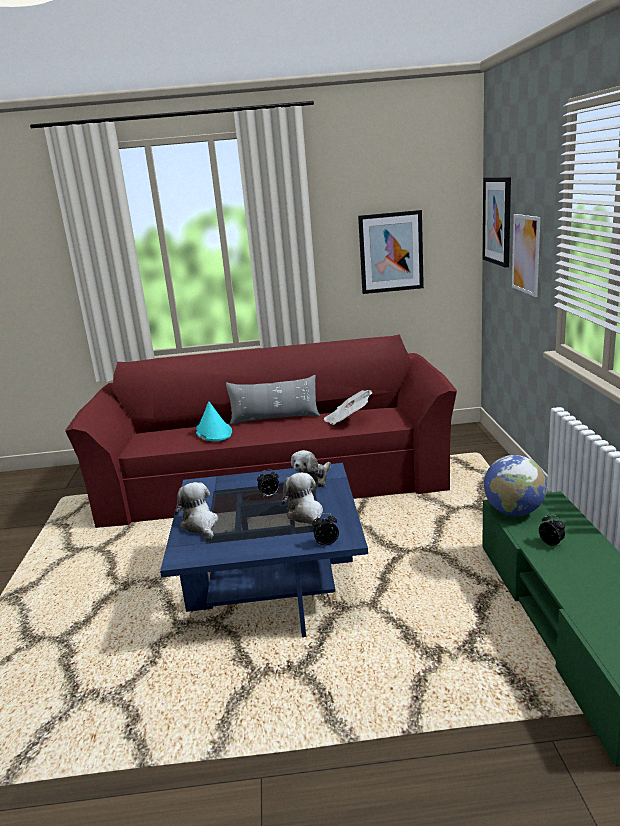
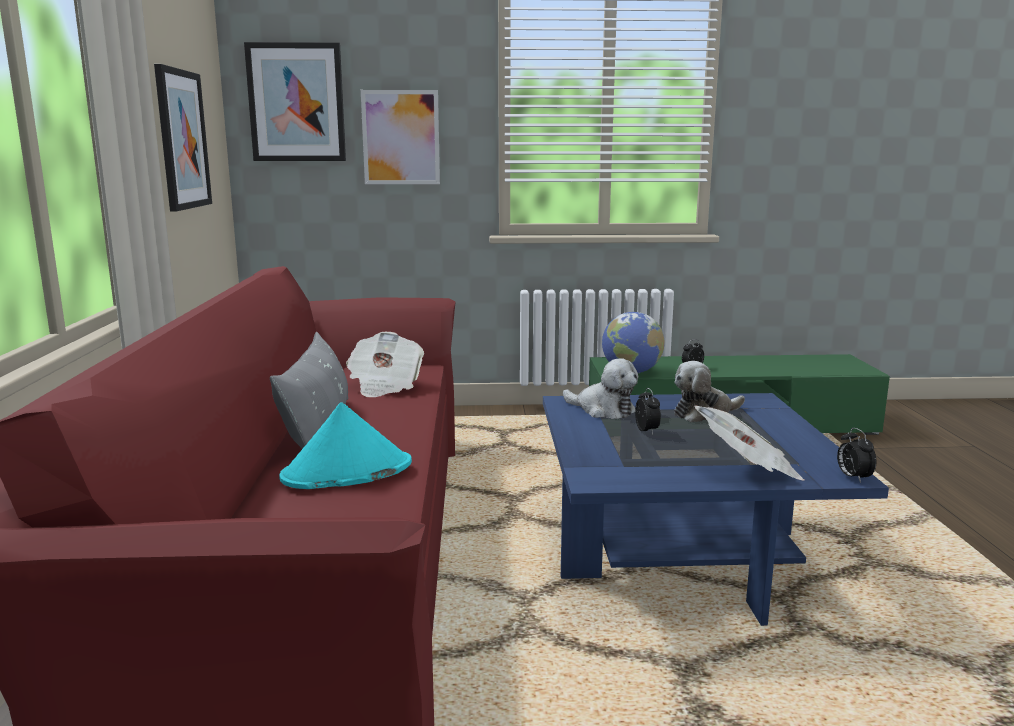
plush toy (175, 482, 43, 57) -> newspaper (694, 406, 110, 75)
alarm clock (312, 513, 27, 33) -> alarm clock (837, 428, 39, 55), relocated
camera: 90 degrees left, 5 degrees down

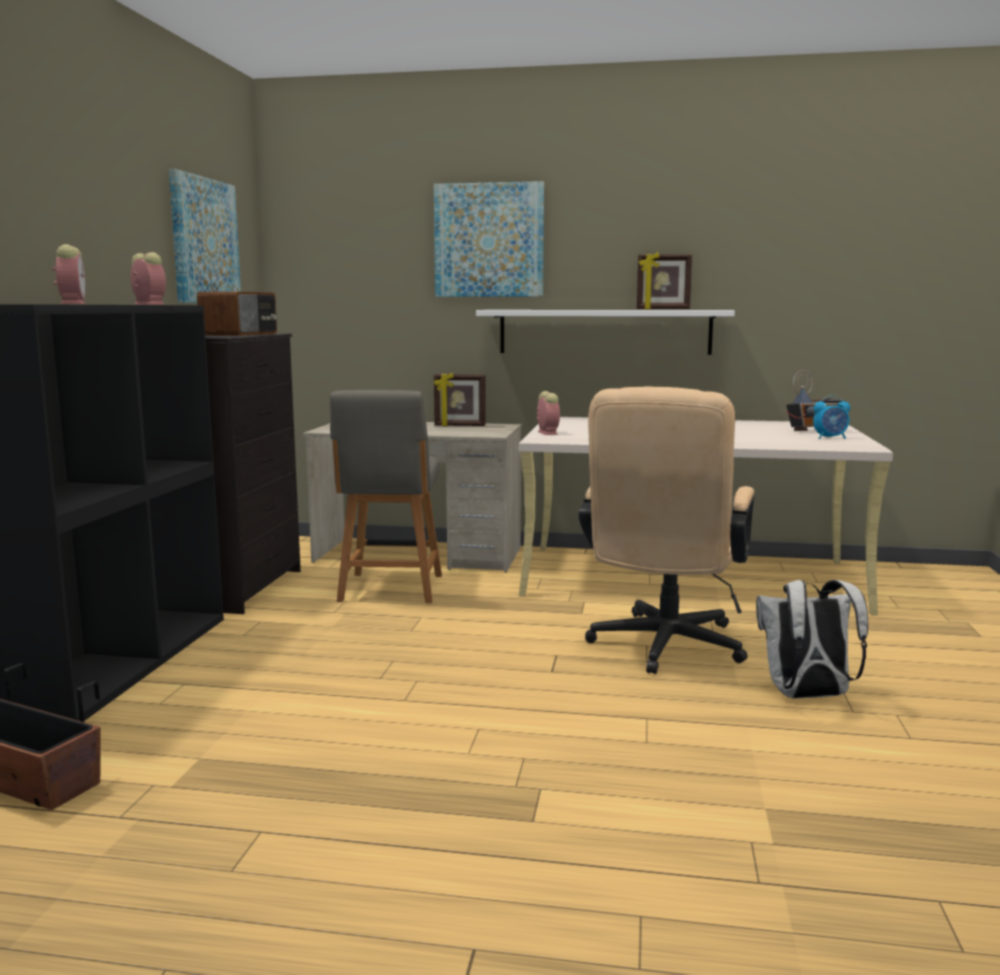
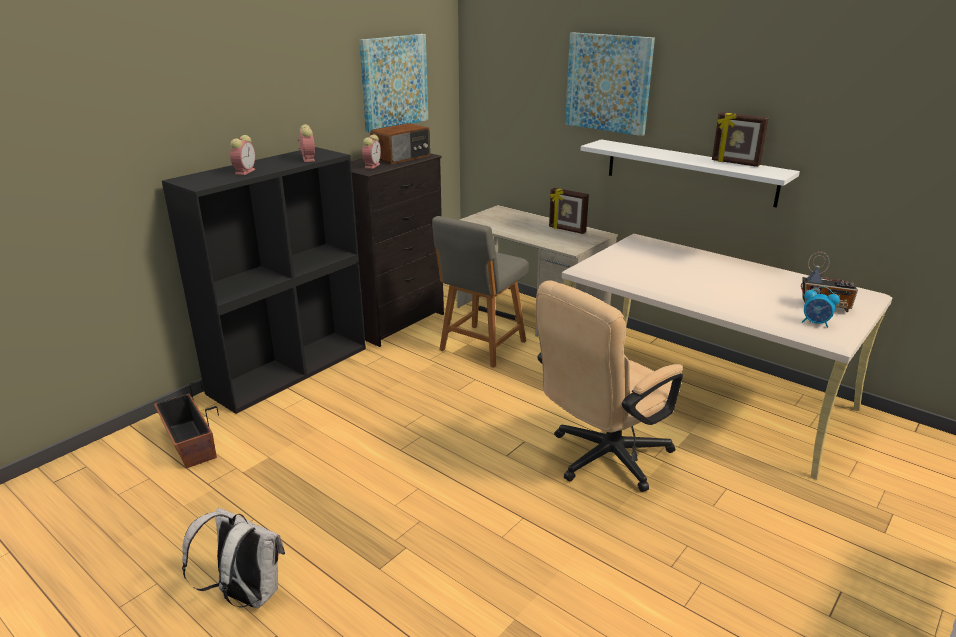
white backpack (756, 580, 112, 119) -> white backpack (182, 508, 103, 100), relocated
alarm clock (537, 391, 23, 44) -> alarm clock (362, 134, 19, 35), relocated
camera: 30 degrees right, 15 degrees up

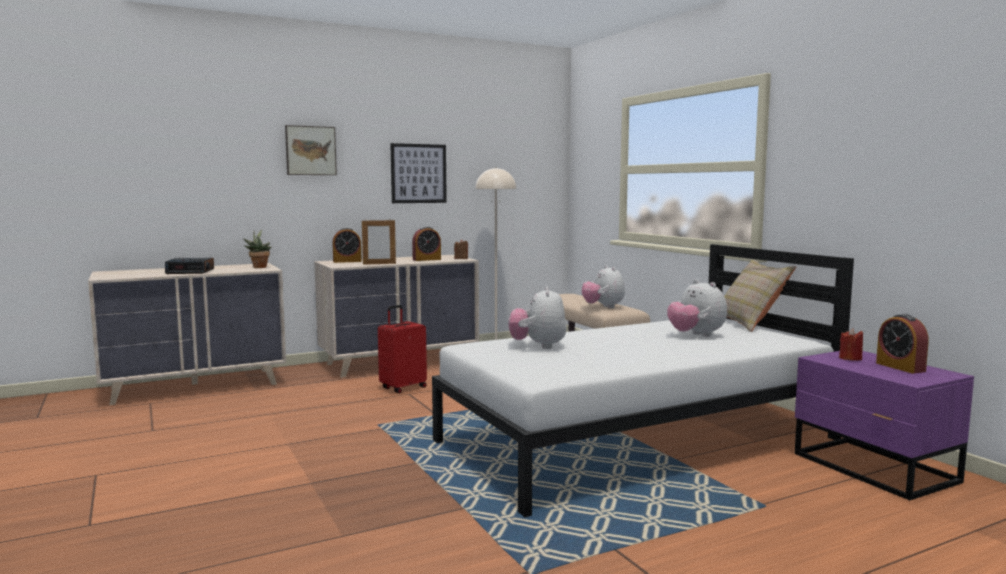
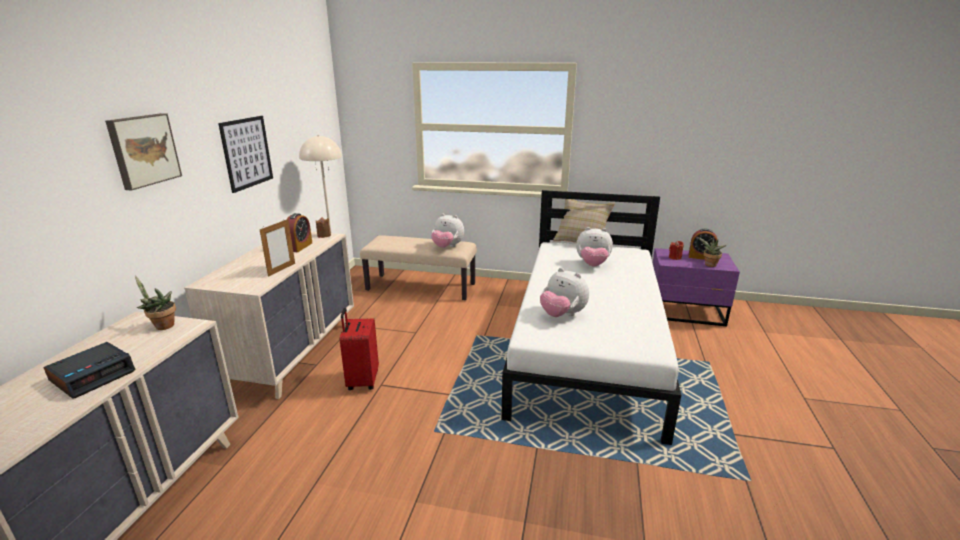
none -> potted plant (697, 236, 30, 31)
alarm clock (333, 227, 29, 36) -> none
camera: 50 degrees left, 15 degrees up

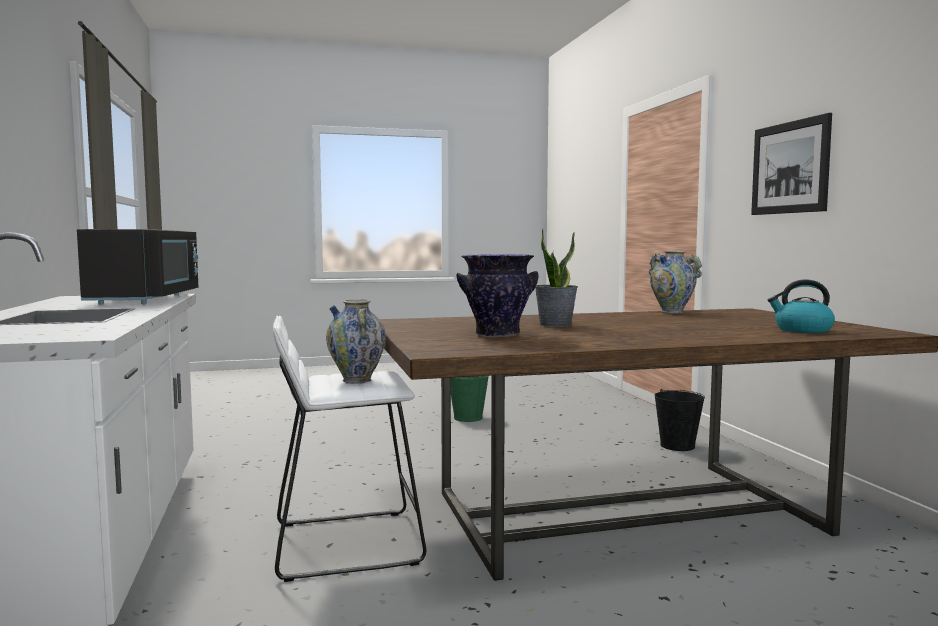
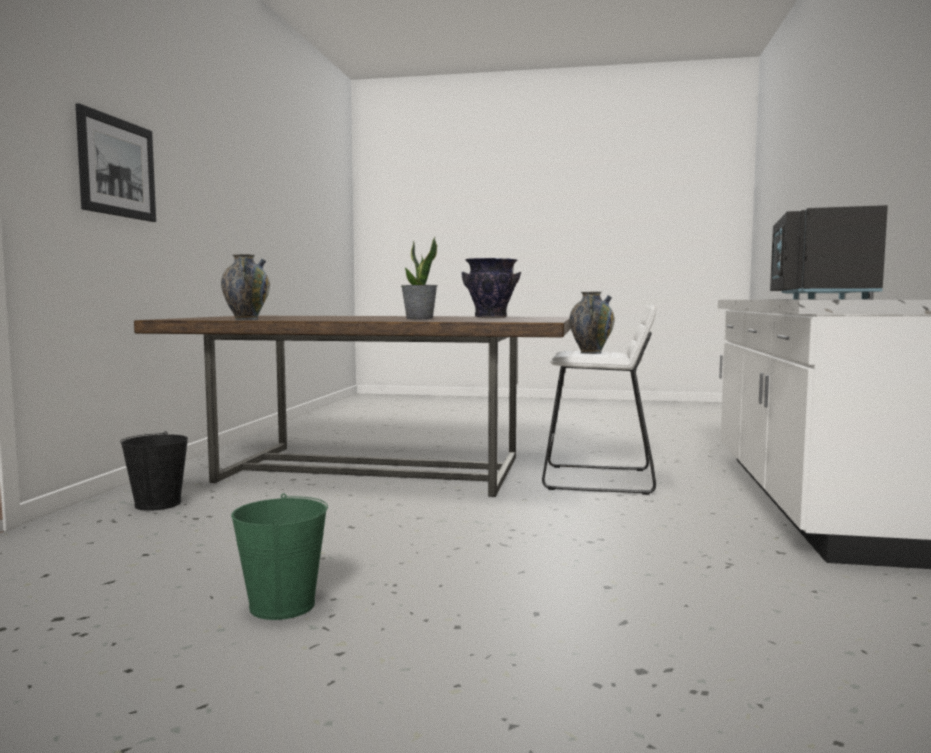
kettle (768, 279, 67, 54) -> none
camera: 155 degrees left, 0 degrees up

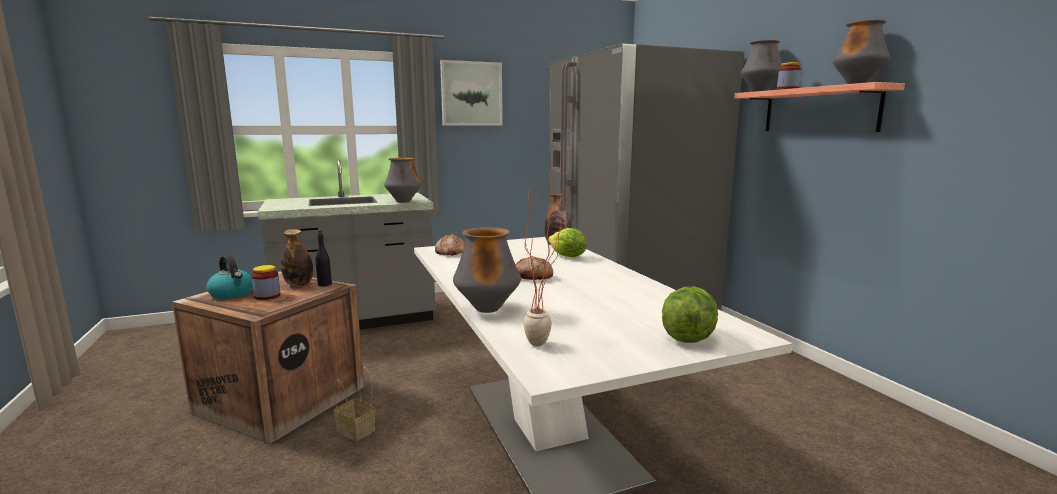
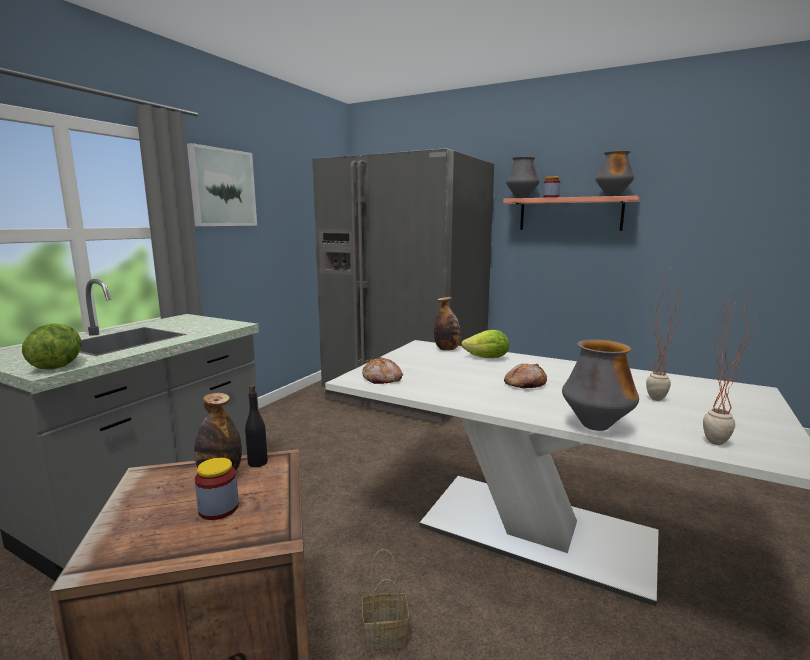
lettuce (662, 286, 56, 57) -> lettuce (22, 323, 60, 47), relocated
none -> potted plant (646, 271, 38, 130)
kettle (206, 255, 47, 44) -> none
vase (384, 158, 38, 45) -> none
camera: 40 degrees left, 0 degrees up

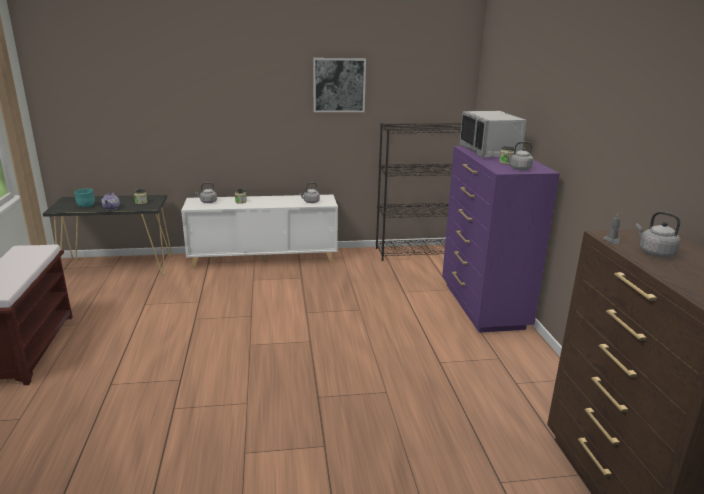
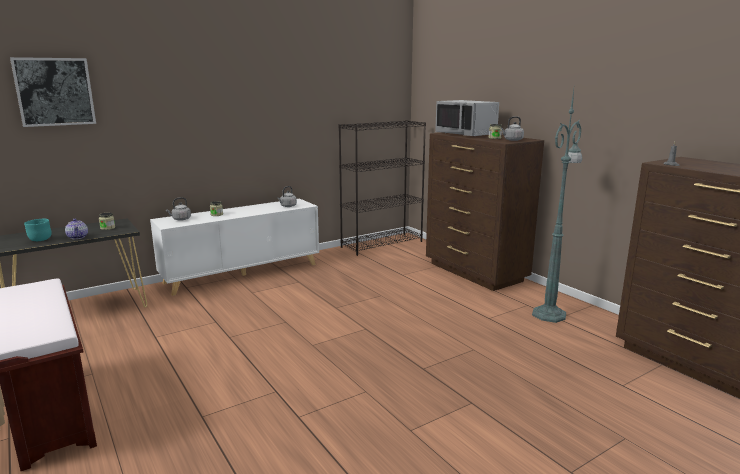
picture (313, 58, 53, 54) -> picture (10, 57, 86, 70), relocated
purple dresser (442, 146, 118, 187) -> brown dresser (426, 132, 118, 159)
none -> green floor lamp (532, 89, 50, 234)
grey kettle (636, 211, 45, 46) -> none
camera: 25 degrees left, 5 degrees down

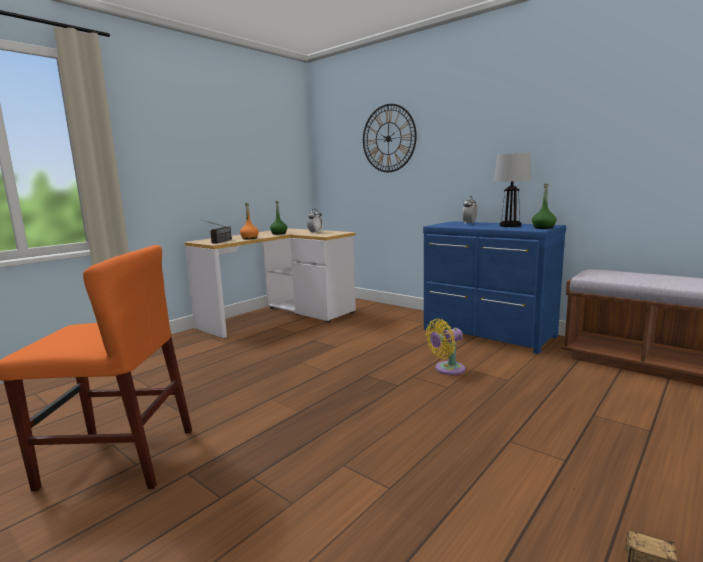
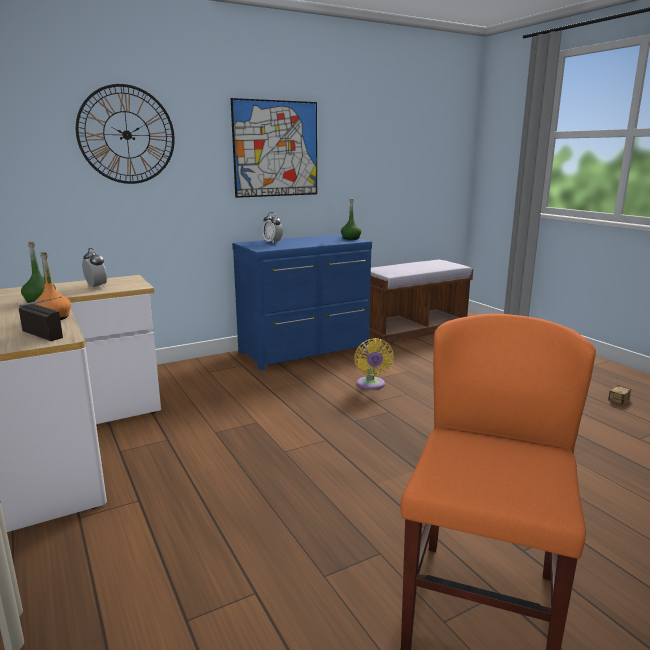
none -> picture (231, 98, 86, 100)
table lamp (494, 153, 37, 74) -> none
camera: 70 degrees left, 5 degrees up

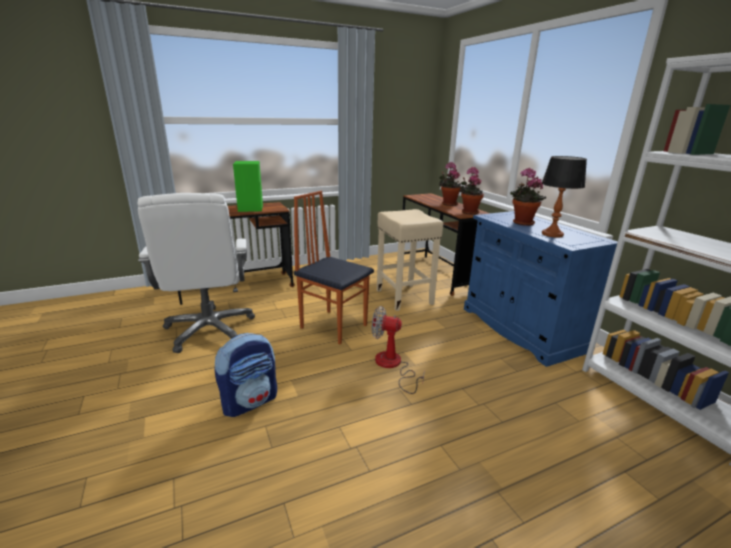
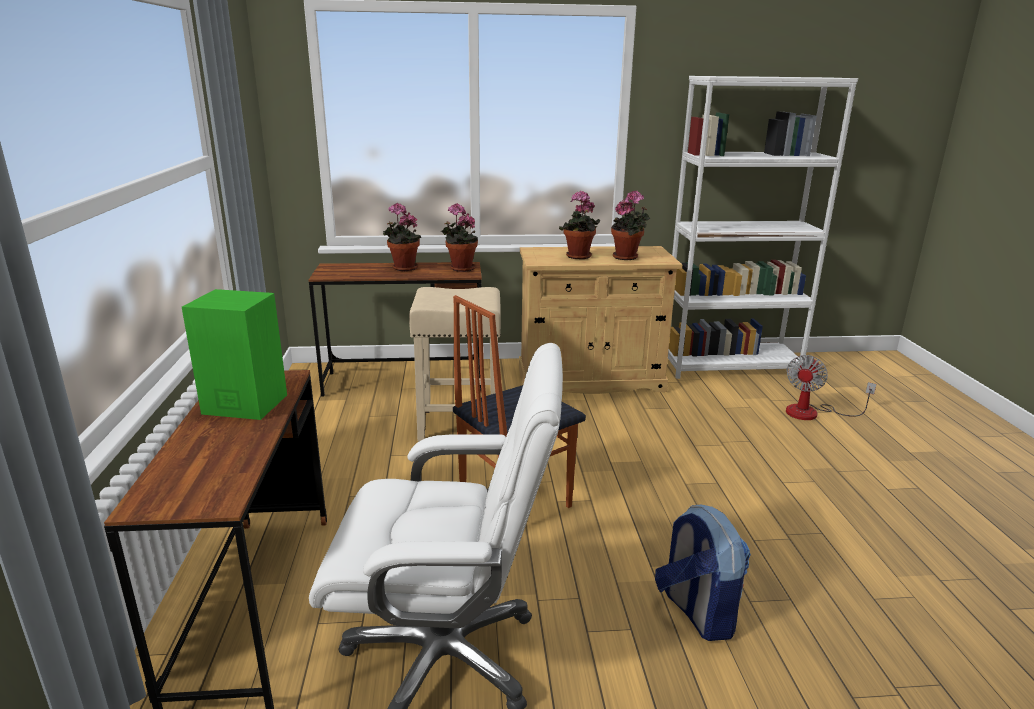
blue cabinet (464, 211, 154, 156) -> beige cabinet (519, 246, 163, 148)
table lamp (542, 156, 45, 82) -> potted plant (611, 191, 39, 69)
fan (372, 306, 53, 88) -> fan (786, 355, 90, 65), relocated
camera: 70 degrees left, 0 degrees up

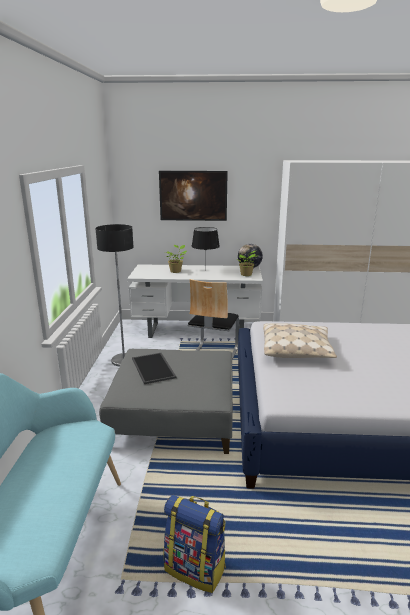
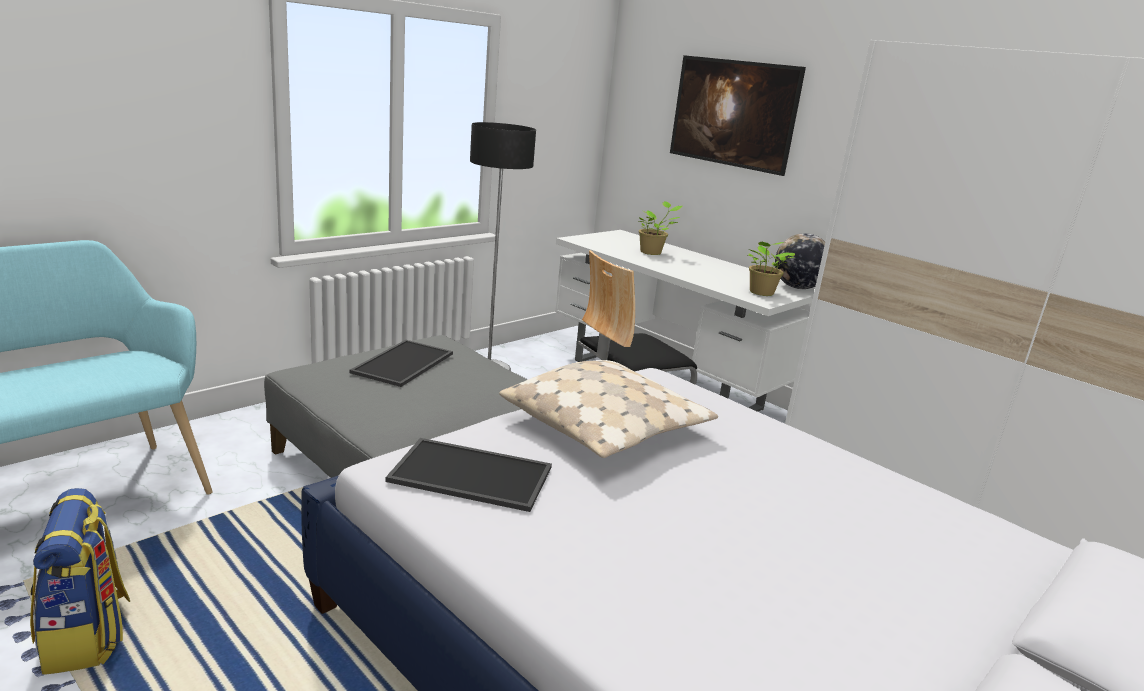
none -> tray (386, 438, 166, 74)
black table lamp (192, 227, 28, 44) -> none
camera: 40 degrees right, 0 degrees up

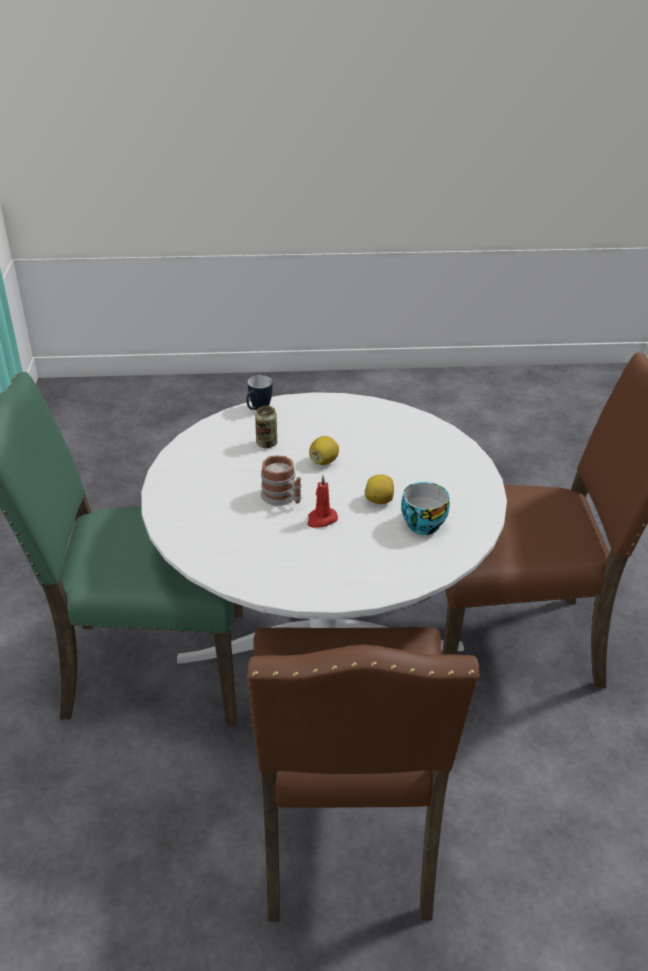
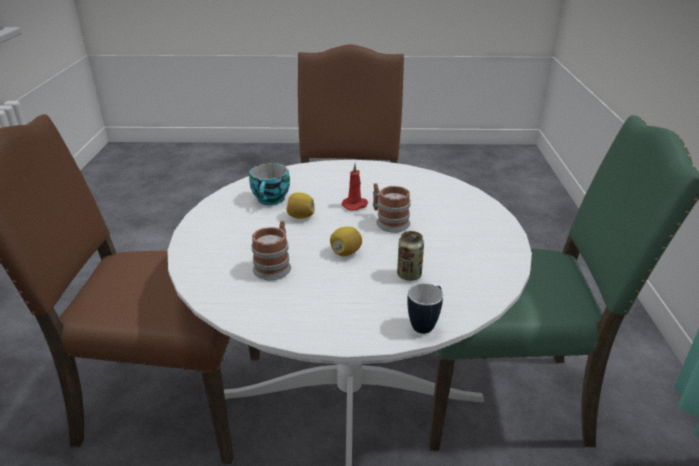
none -> mug (251, 220, 40, 60)
camera: 175 degrees left, 5 degrees down

